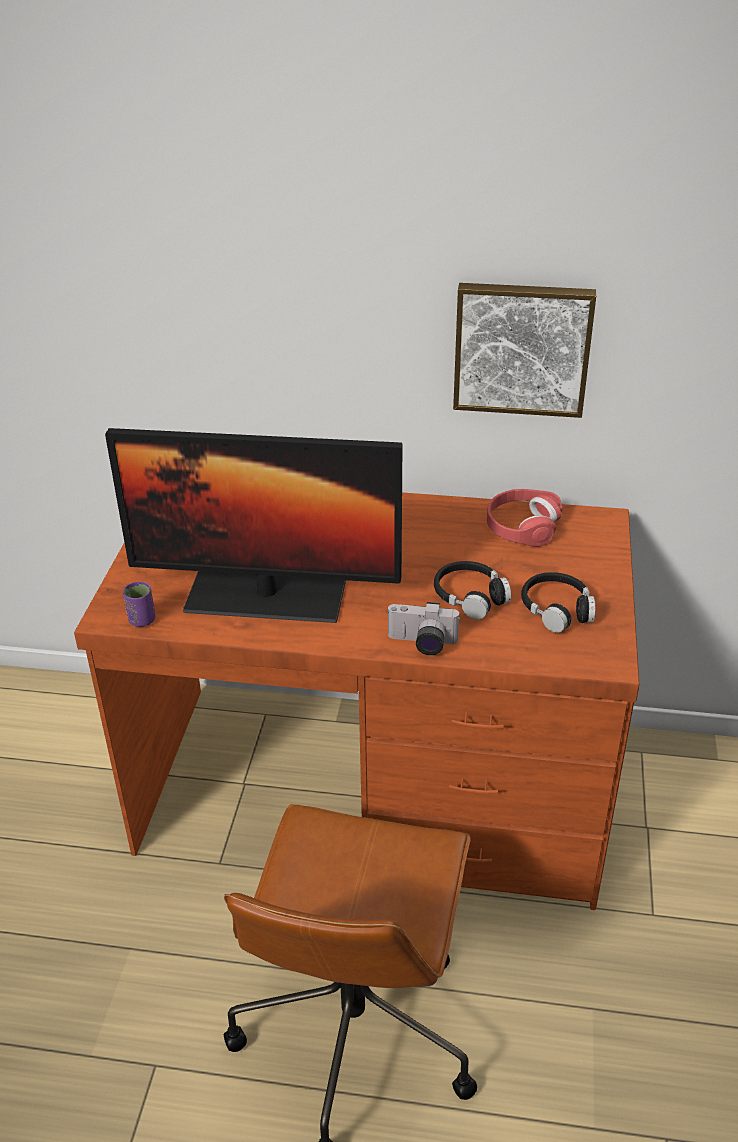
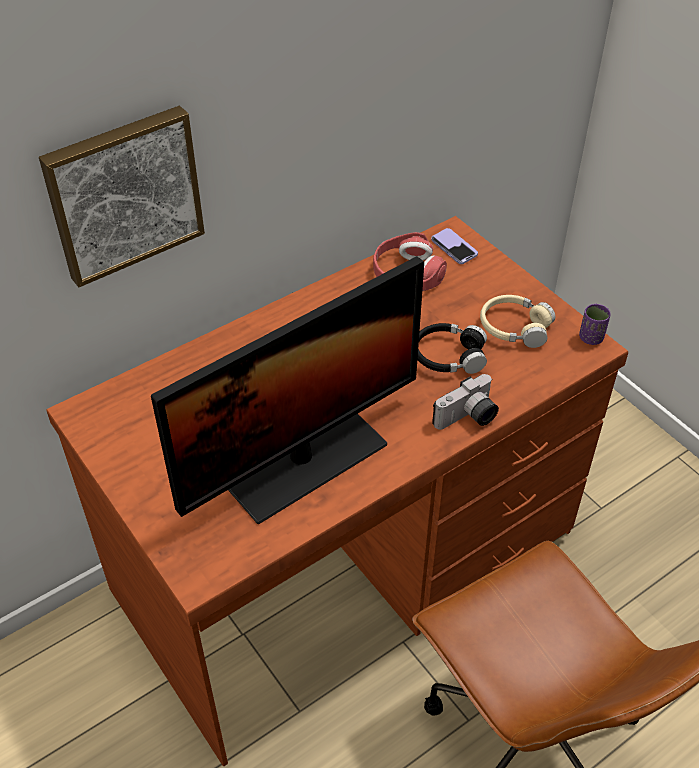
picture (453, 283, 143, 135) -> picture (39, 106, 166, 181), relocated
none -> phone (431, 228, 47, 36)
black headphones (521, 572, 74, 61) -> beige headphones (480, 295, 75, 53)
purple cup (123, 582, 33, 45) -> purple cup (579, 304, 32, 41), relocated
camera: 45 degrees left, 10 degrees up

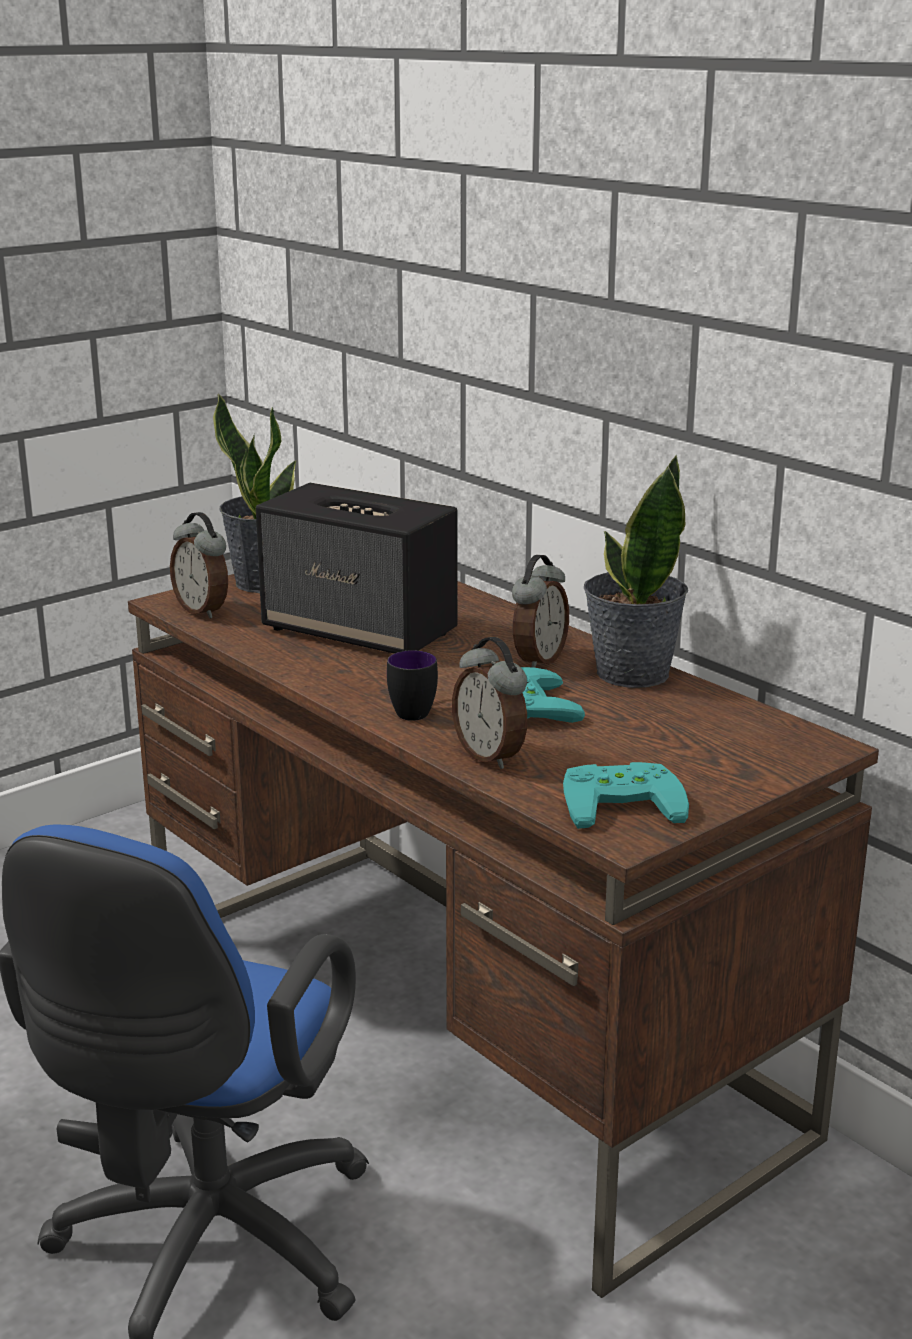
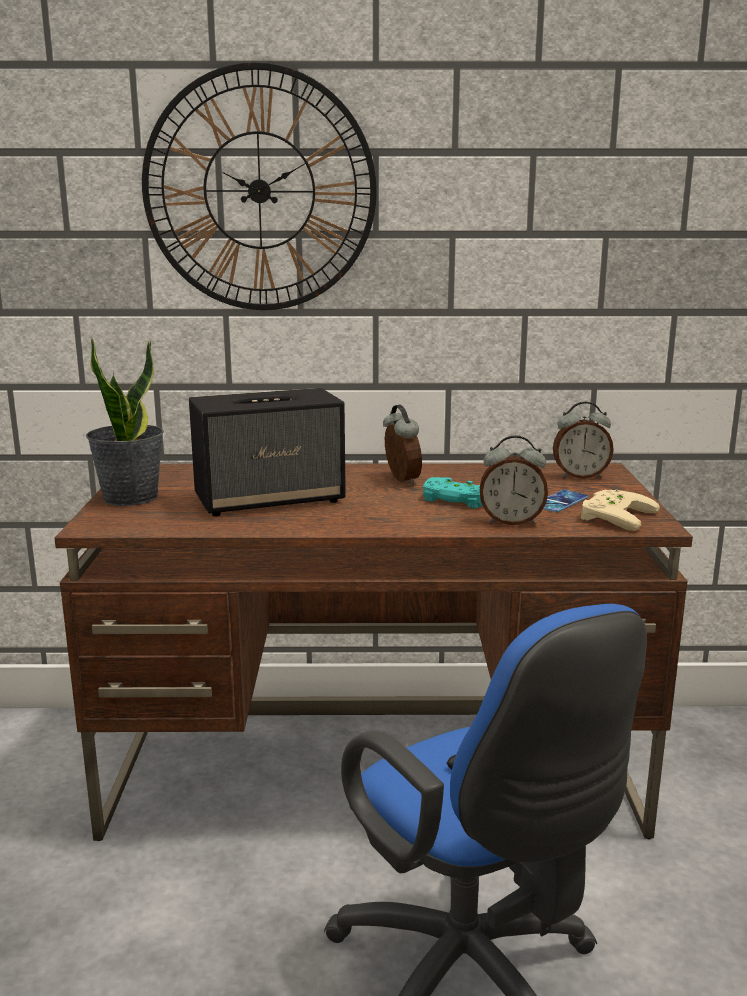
none -> wall clock (142, 62, 235, 248)
none -> phone (543, 490, 45, 22)
alarm clock (170, 512, 58, 107) -> alarm clock (553, 401, 61, 78), relocated
turquoise game controller (563, 762, 126, 67) -> beige game controller (581, 490, 79, 41)
mug (387, 650, 51, 71) -> none
potted plant (584, 454, 104, 234) -> none
camera: 50 degrees left, 5 degrees down

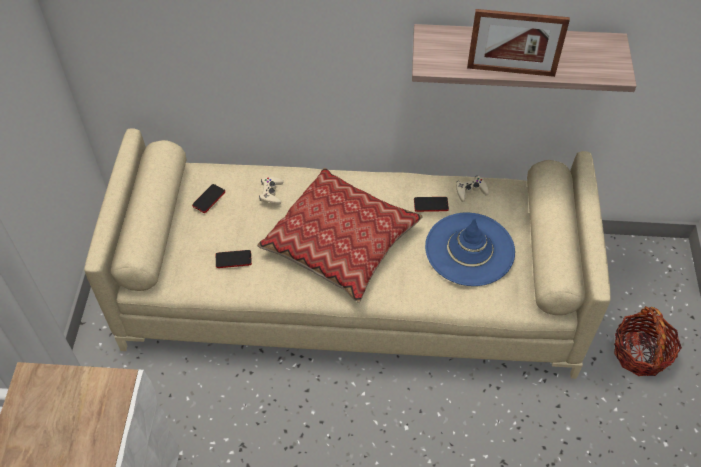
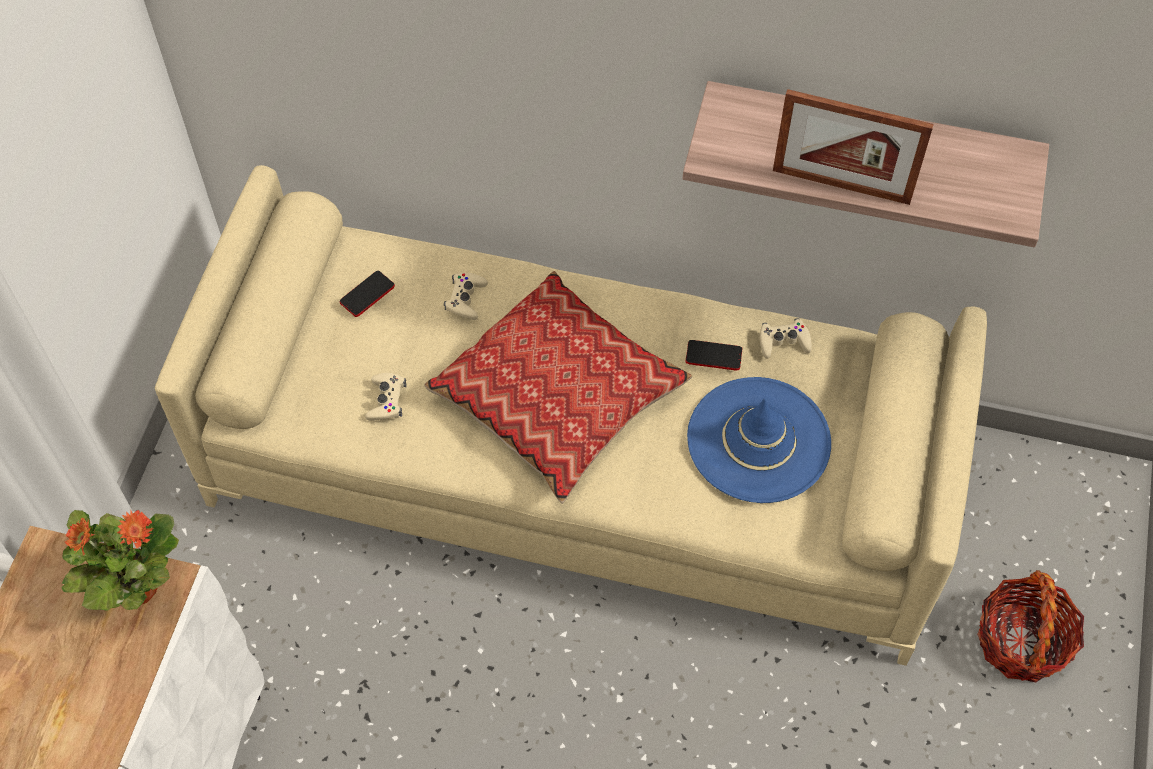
none -> potted plant (61, 510, 118, 101)
phone (216, 250, 36, 18) -> beige game controller (365, 373, 42, 48)
camera: 10 degrees right, 5 degrees up

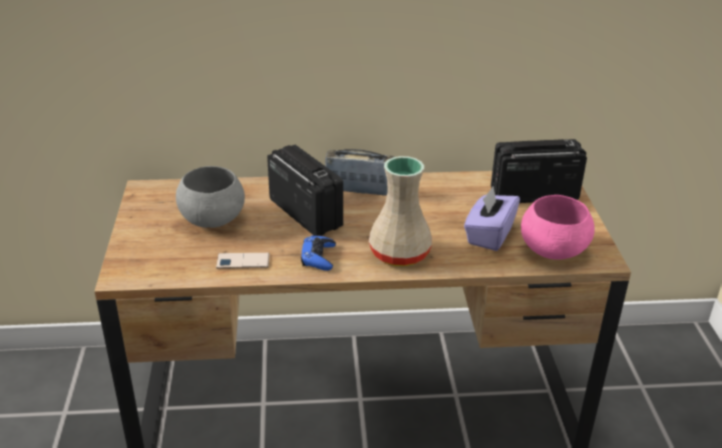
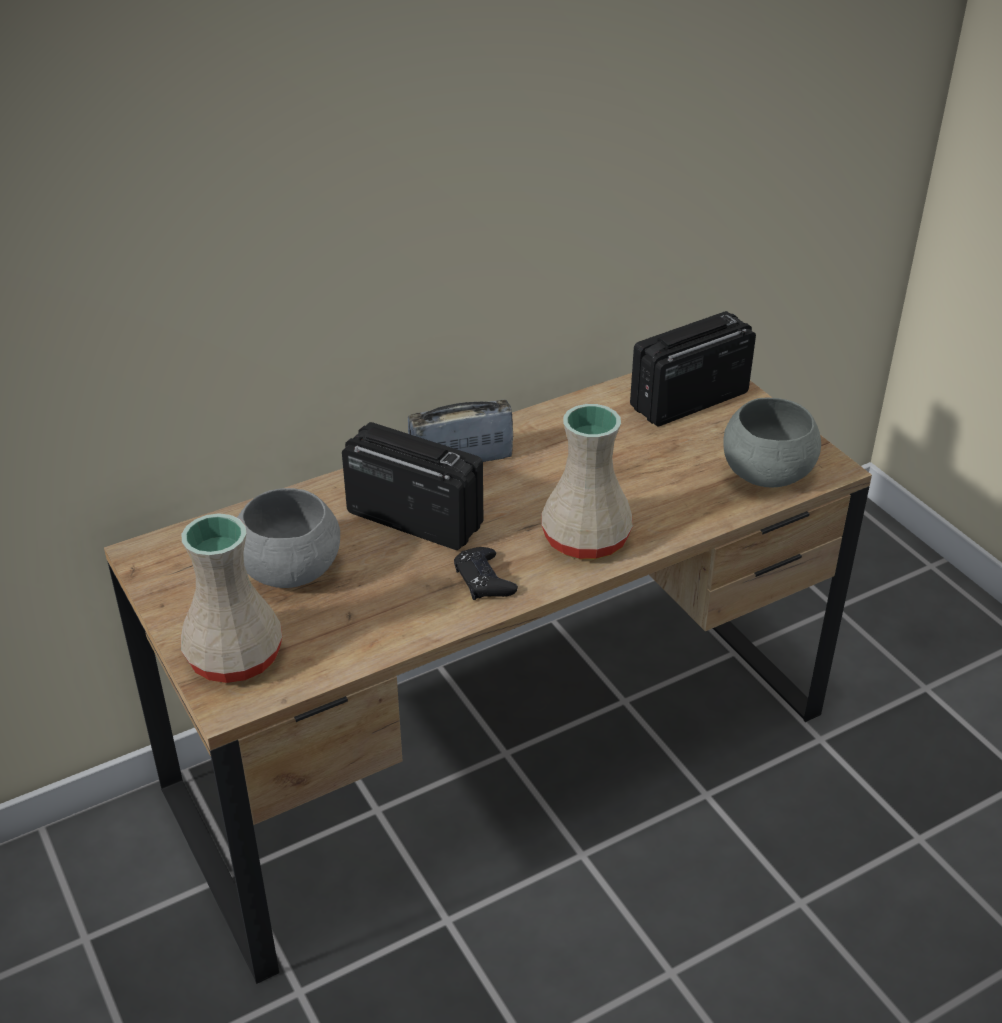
none -> beige vase (181, 513, 101, 170)
blue game controller (301, 235, 35, 36) -> black game controller (454, 547, 64, 53)
pink bowl (521, 195, 74, 65) -> grey bowl (723, 398, 98, 89)
phone (216, 253, 54, 16) -> none
purple tissue box (464, 187, 56, 64) -> none
camera: 25 degrees left, 5 degrees up

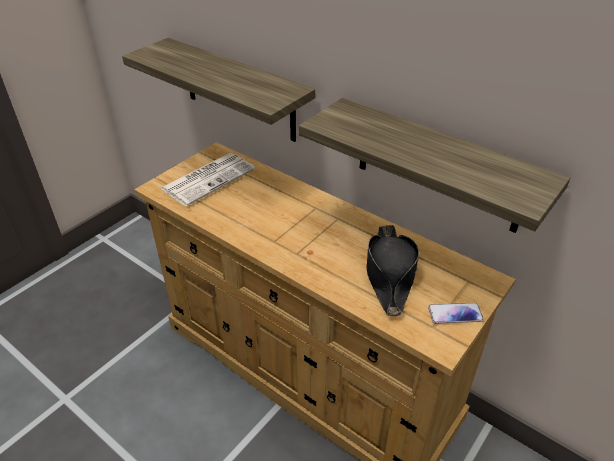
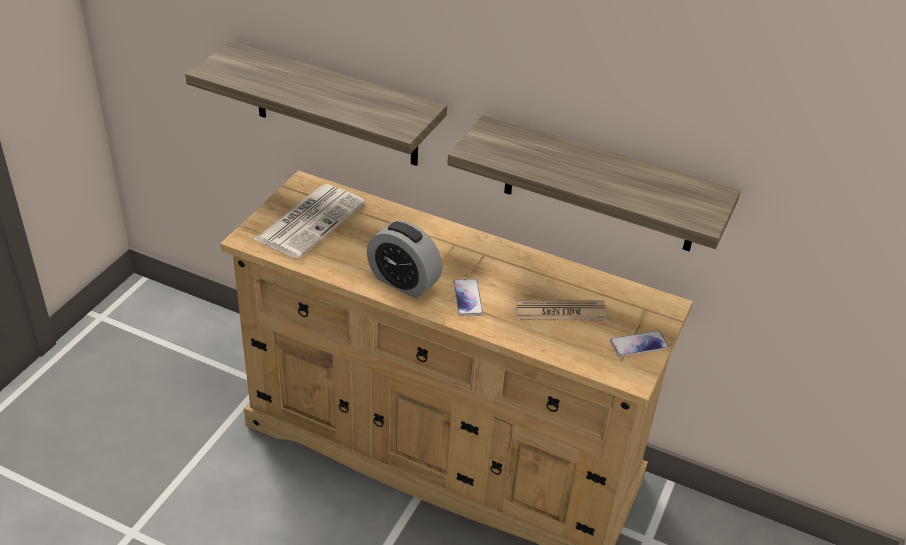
none -> alarm clock (367, 221, 75, 77)
none -> phone (453, 279, 30, 37)
black hat (367, 225, 52, 91) -> newspaper (515, 299, 92, 22)
camera: 15 degrees left, 0 degrees up

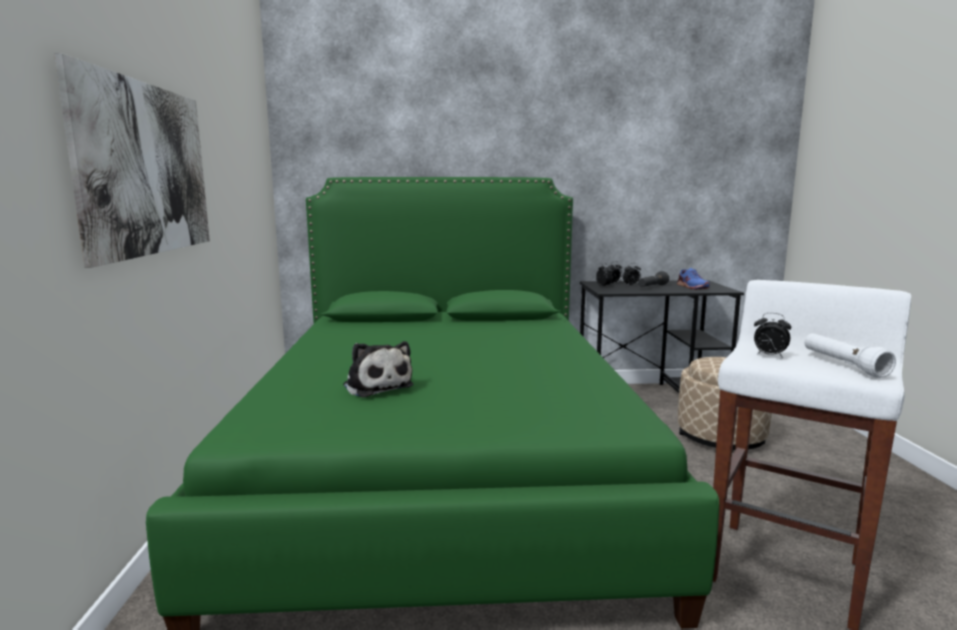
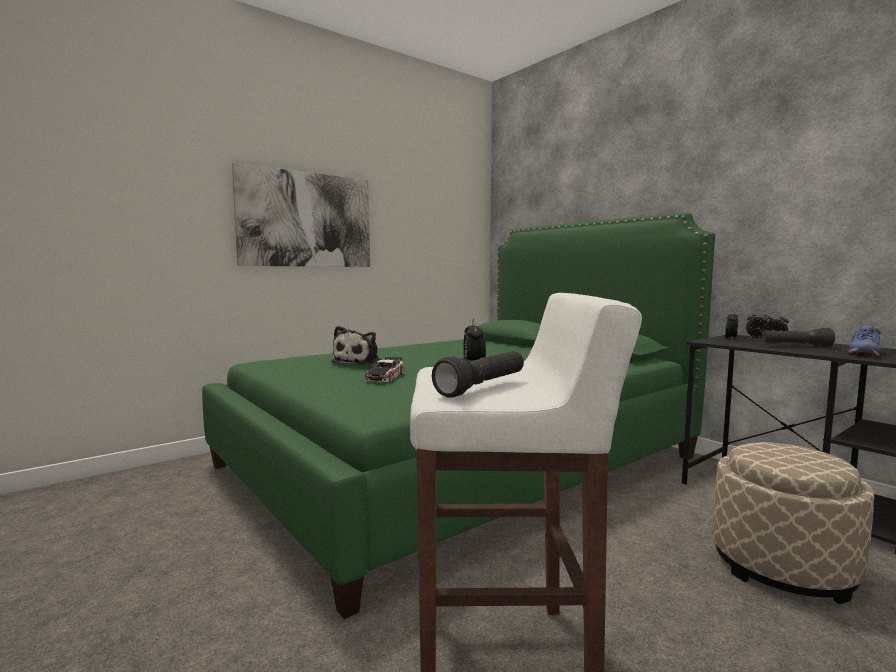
none -> toy car (365, 357, 39, 26)
white flashlight (805, 333, 91, 45) -> black flashlight (432, 351, 92, 47)
camera: 55 degrees right, 5 degrees down

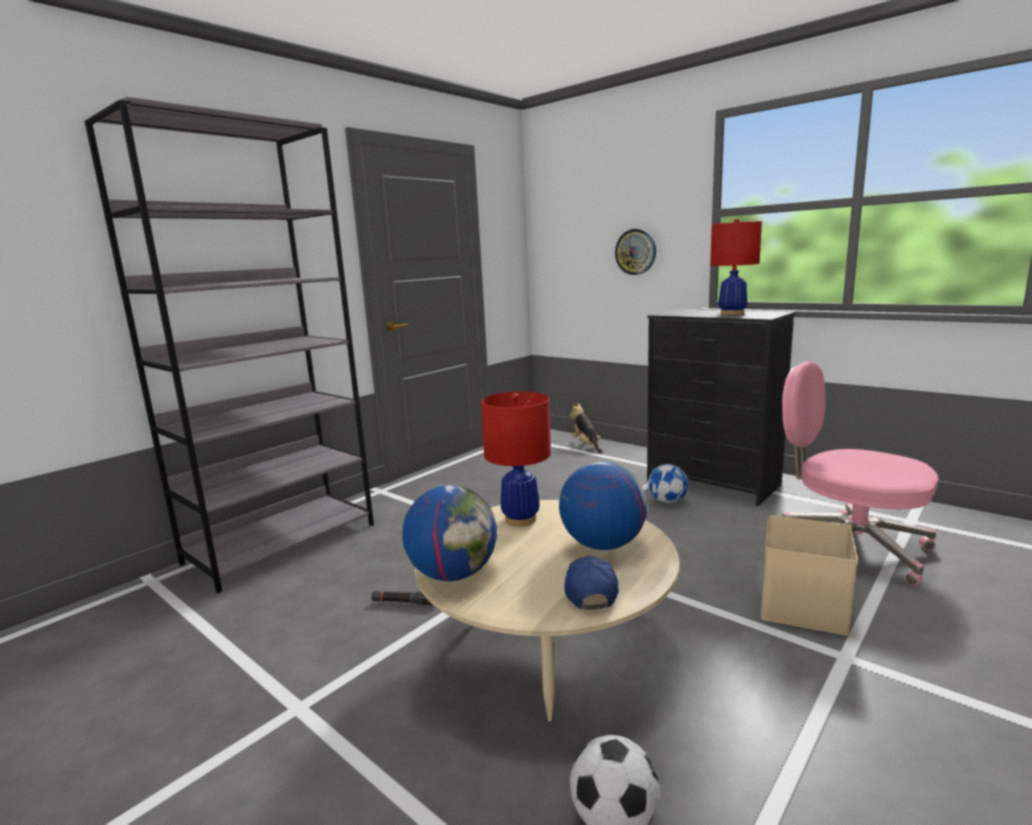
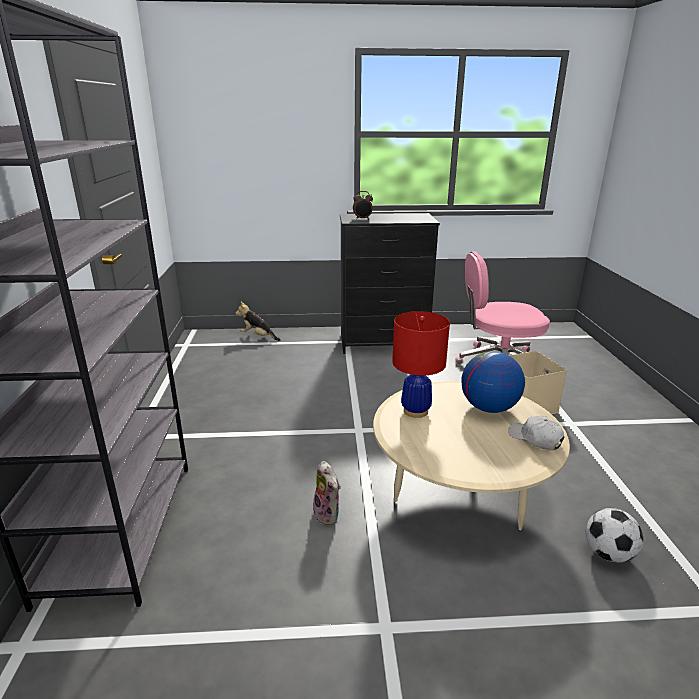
black flashlight (371, 591, 62, 14) -> plush toy (313, 461, 28, 64)
none -> alarm clock (353, 191, 20, 29)
blue cap (564, 556, 55, 54) -> white cap (508, 416, 56, 35)
globe (402, 485, 95, 96) -> none
wall clock (615, 229, 41, 46) -> none
football (648, 464, 40, 39) -> none
red table lamp (710, 219, 52, 96) -> none
camera: 45 degrees left, 10 degrees up

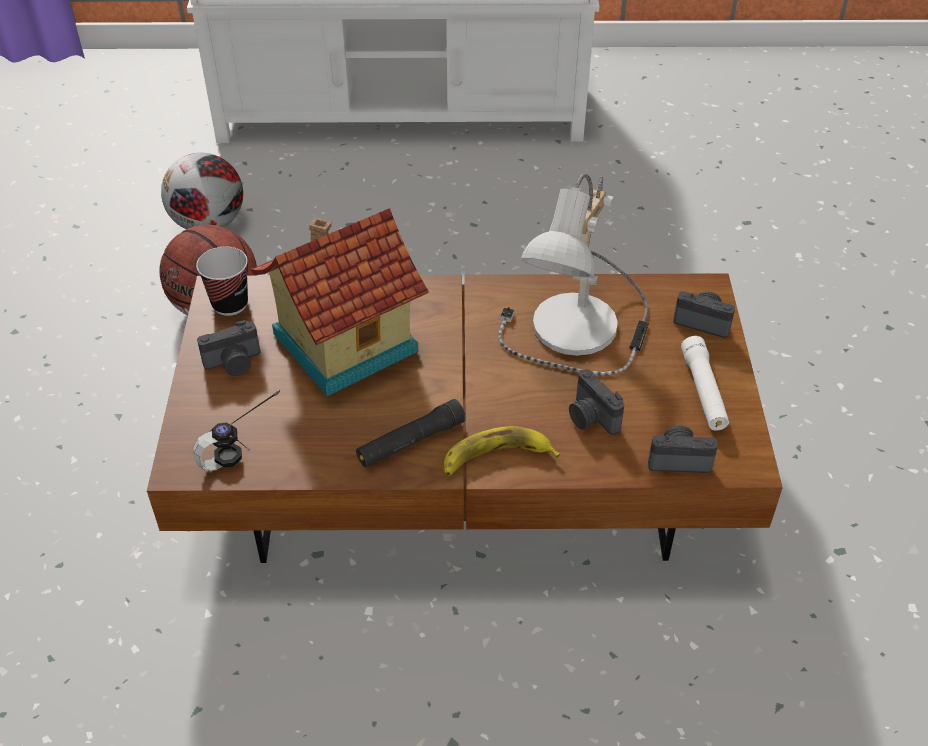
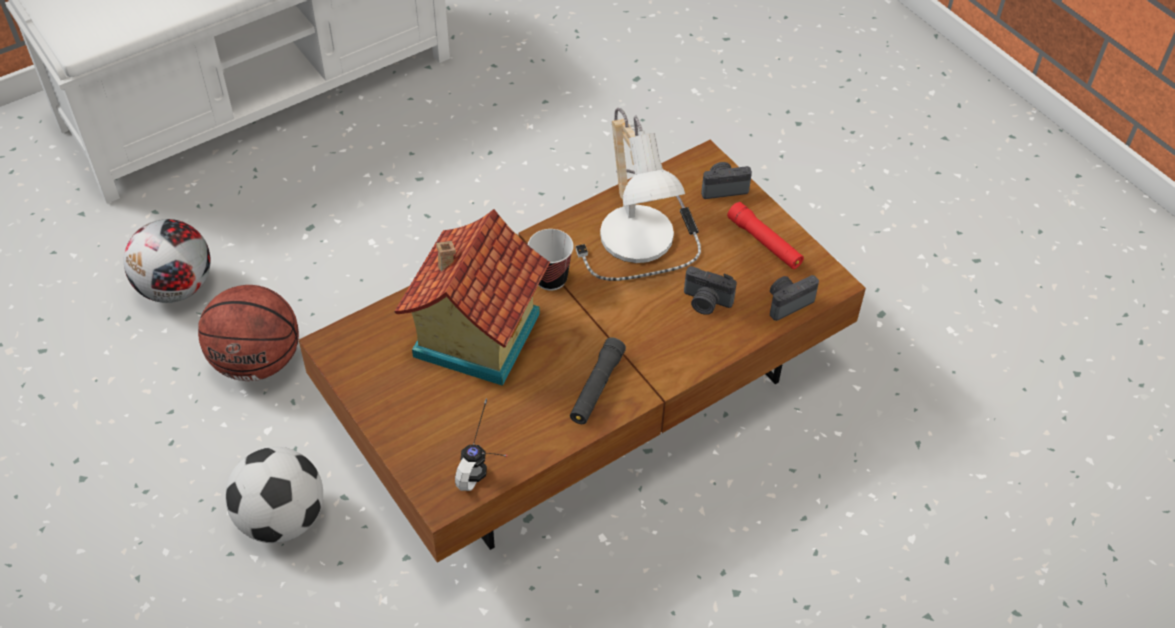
none -> football (225, 447, 98, 96)
cup (196, 246, 52, 70) -> cup (528, 229, 46, 62), relocated
white flashlight (681, 336, 48, 94) -> red flashlight (727, 202, 77, 67)
photo camera (197, 320, 63, 56) -> none
banana (444, 426, 116, 49) -> none
camera: 35 degrees left, 5 degrees up

